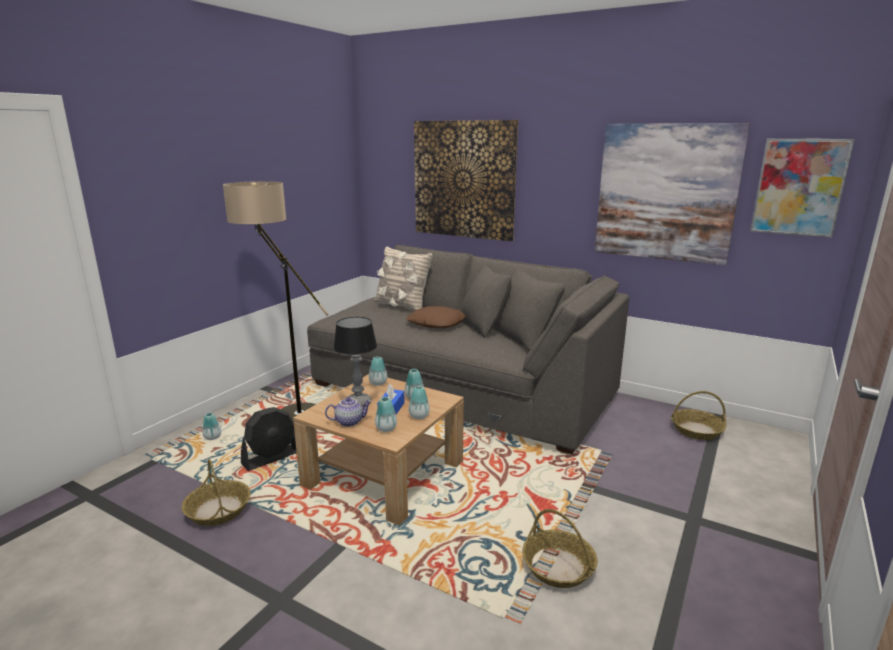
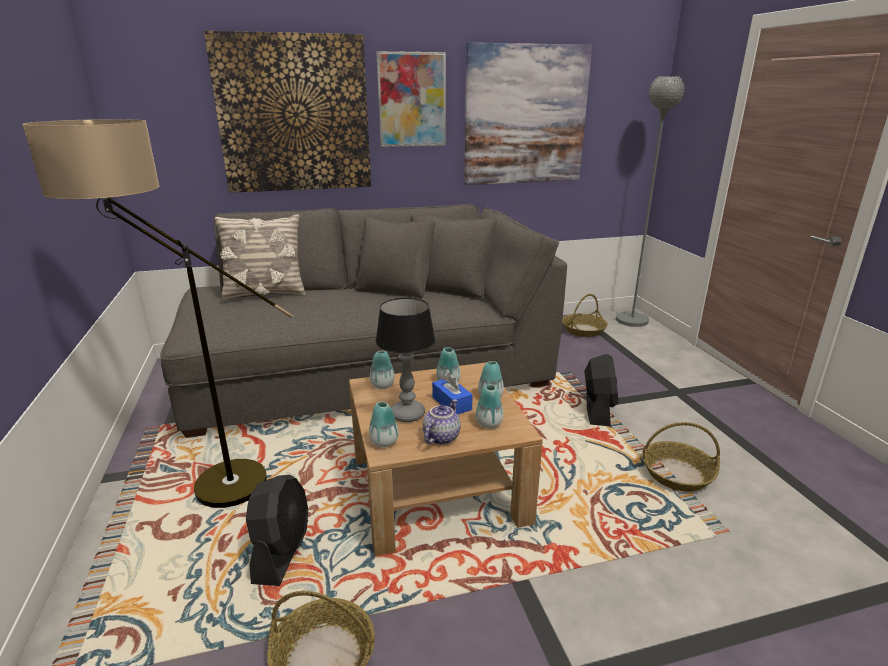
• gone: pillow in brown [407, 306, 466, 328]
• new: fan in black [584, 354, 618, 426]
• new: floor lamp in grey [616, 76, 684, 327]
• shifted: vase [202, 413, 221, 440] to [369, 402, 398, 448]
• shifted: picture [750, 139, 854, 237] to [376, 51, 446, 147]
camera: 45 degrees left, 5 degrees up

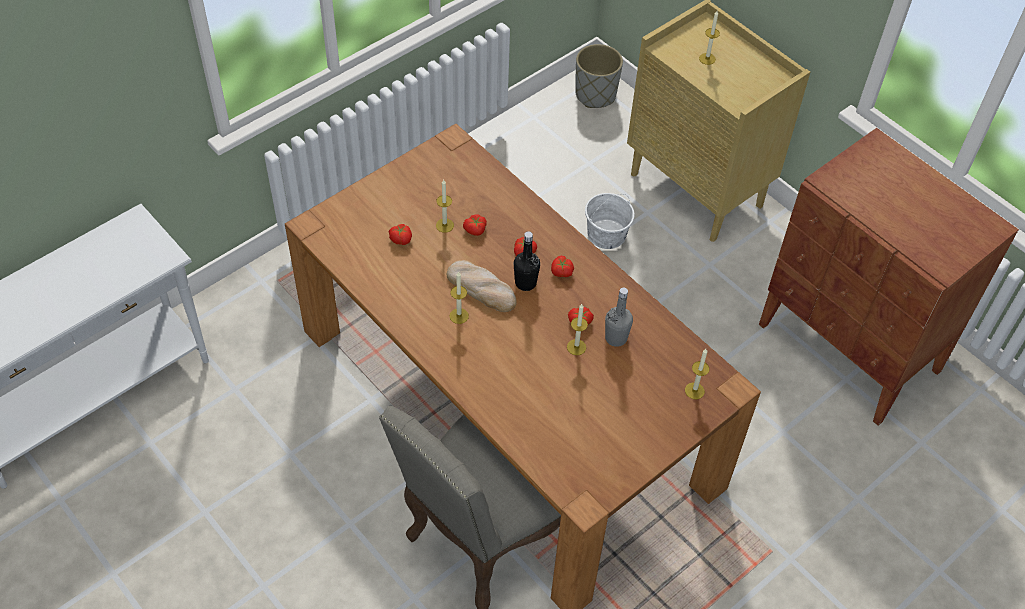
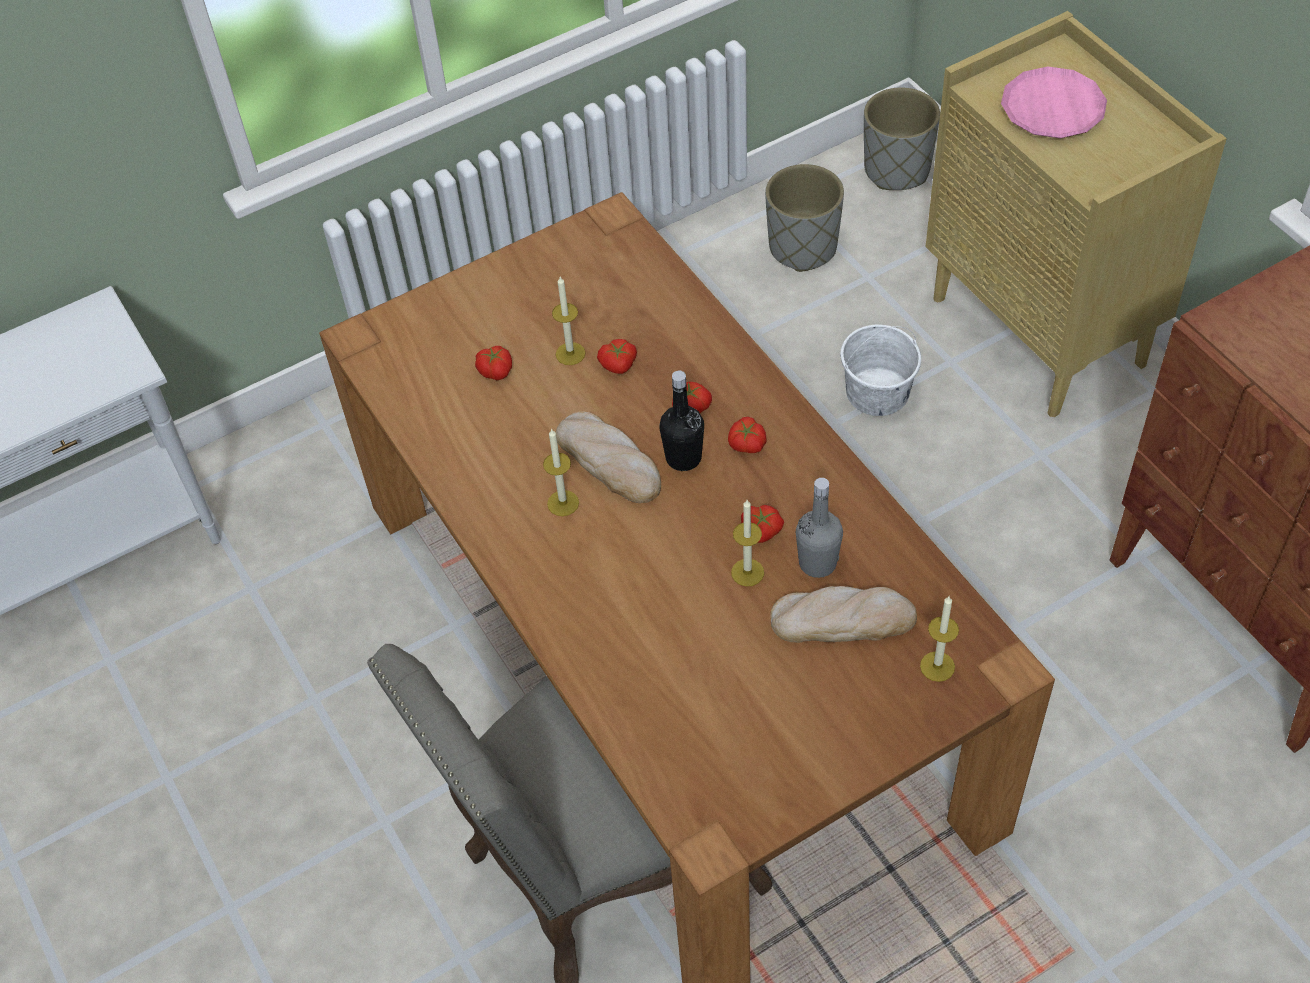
• new: planter in grey [765, 164, 844, 272]
• new: bread [770, 586, 917, 643]
• swapped: candle [699, 11, 720, 65] to plate in pink [1001, 67, 1107, 138]
camera: 15 degrees right, 0 degrees up

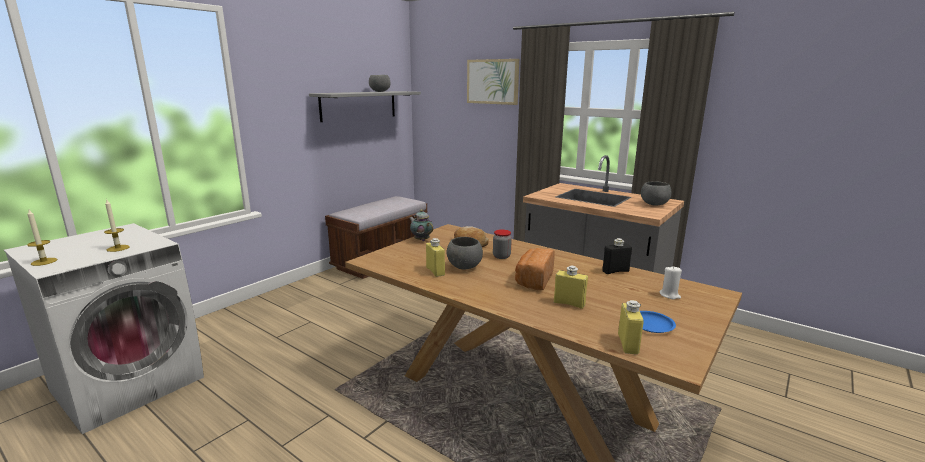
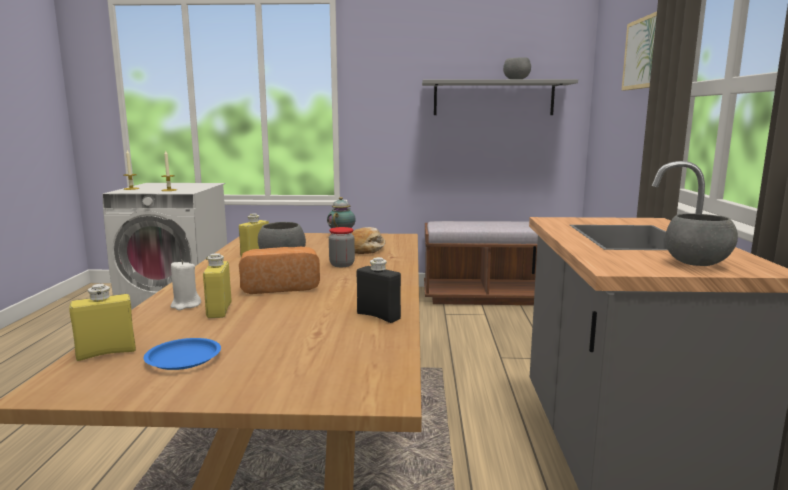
• shifted: candle in white [660, 266, 682, 300] to [170, 260, 201, 310]
camera: 55 degrees right, 5 degrees down

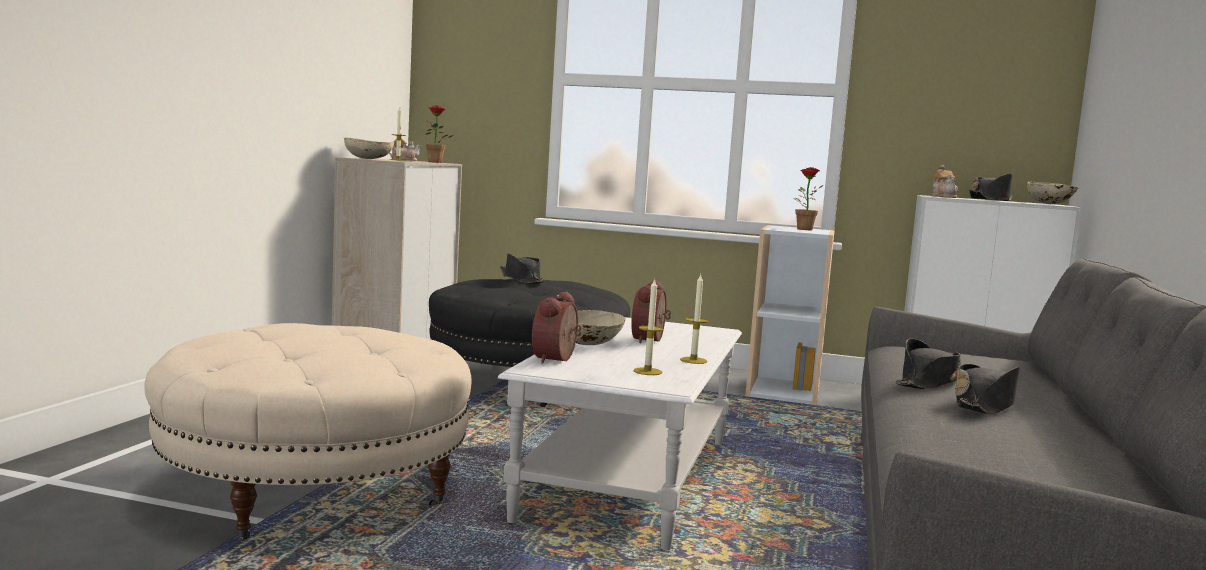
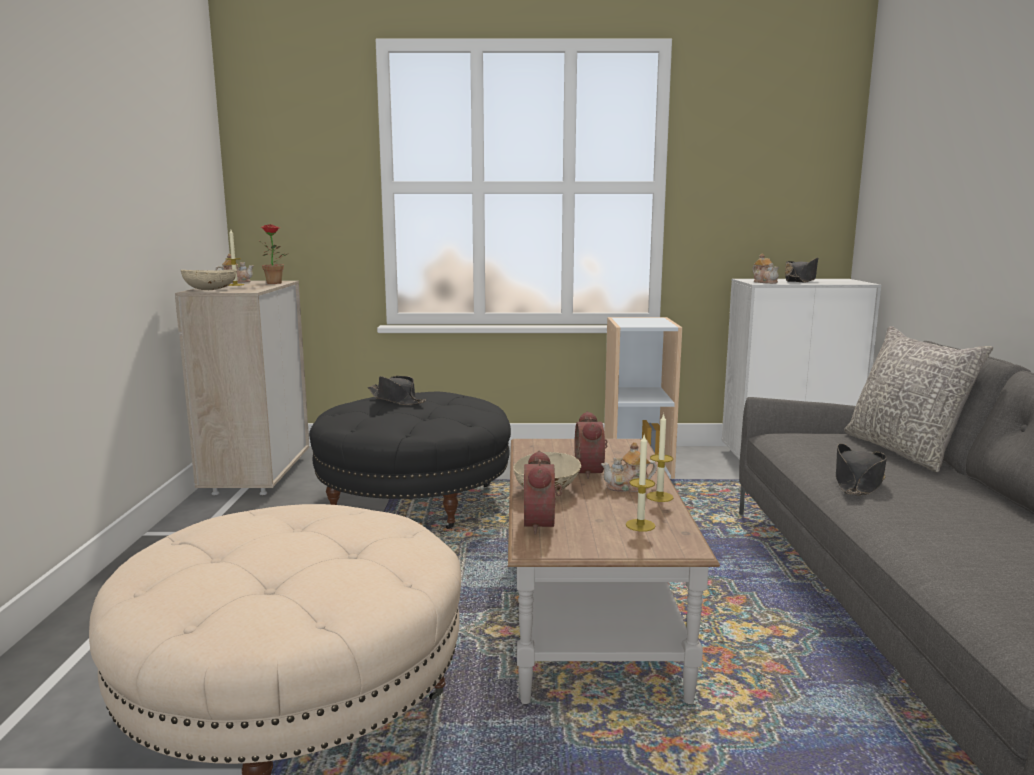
• gone: potted plant [793, 167, 823, 230]
• gone: hat in black [955, 364, 1020, 414]
• gone: bowl in beige [1027, 182, 1079, 204]
• new: teapot [601, 442, 657, 492]
• new: pillow in grey [844, 326, 993, 472]
• repainted: coffee table in white [498, 317, 742, 550] to coffee table in brown [508, 439, 720, 704]
camera: 15 degrees left, 5 degrees up

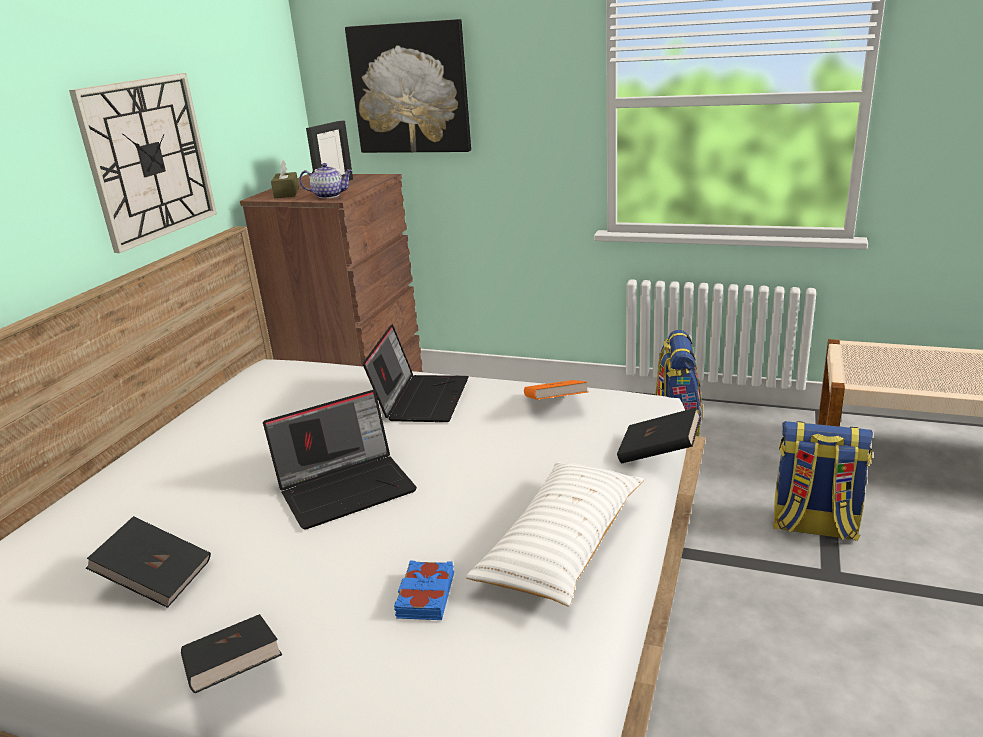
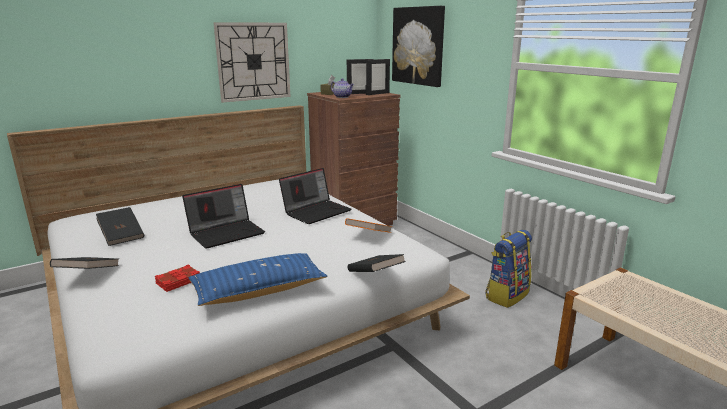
• gone: backpack [773, 421, 873, 541]
• new: picture frame [365, 59, 390, 95]
• repainted: book in blue [394, 561, 454, 620] to book in red [155, 264, 200, 292]
• repainted: pillow in white [466, 462, 645, 607] to pillow in blue [188, 253, 328, 306]
• rotated: laptop [263, 390, 417, 530] = [182, 184, 265, 249] 45 degrees counterclockwise
camera: 35 degrees right, 5 degrees down

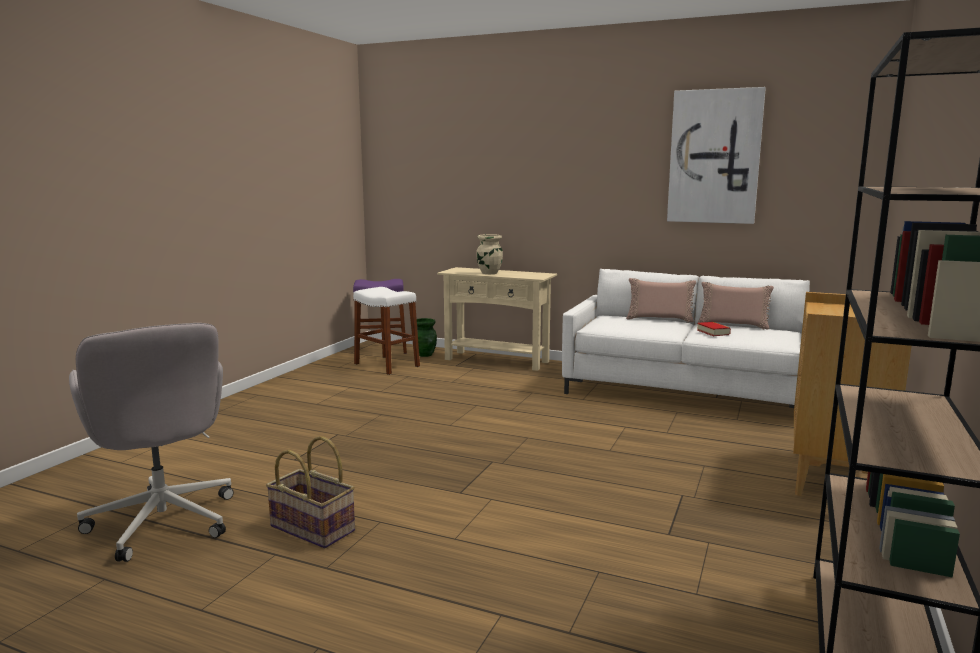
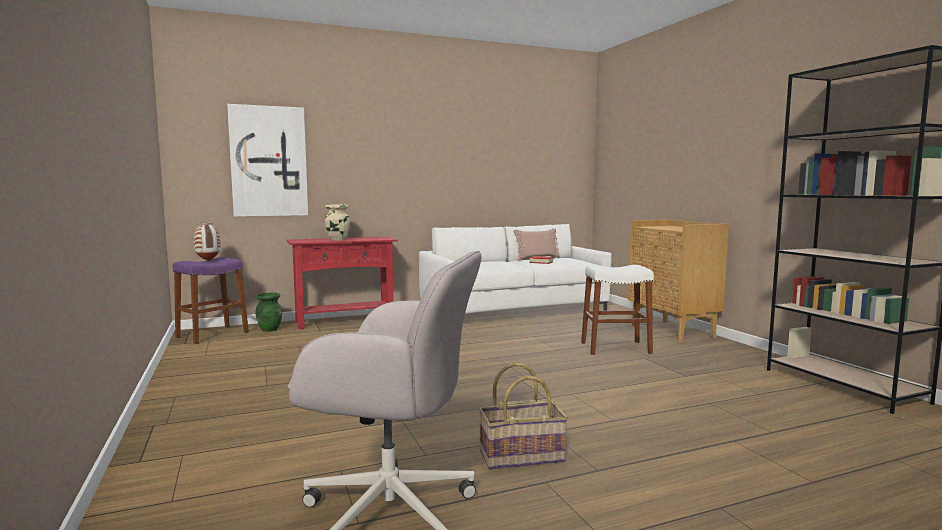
• gone: pillow in beige [626, 278, 696, 323]
• new: vase [193, 222, 221, 261]
• shifted: stool in white [353, 287, 420, 375] to [581, 265, 654, 355]
• shifted: picture [667, 87, 766, 224] to [227, 104, 308, 217]
• repainted: console table in beige [437, 267, 557, 371] to console table in red [287, 237, 398, 329]
camera: 45 degrees left, 5 degrees down

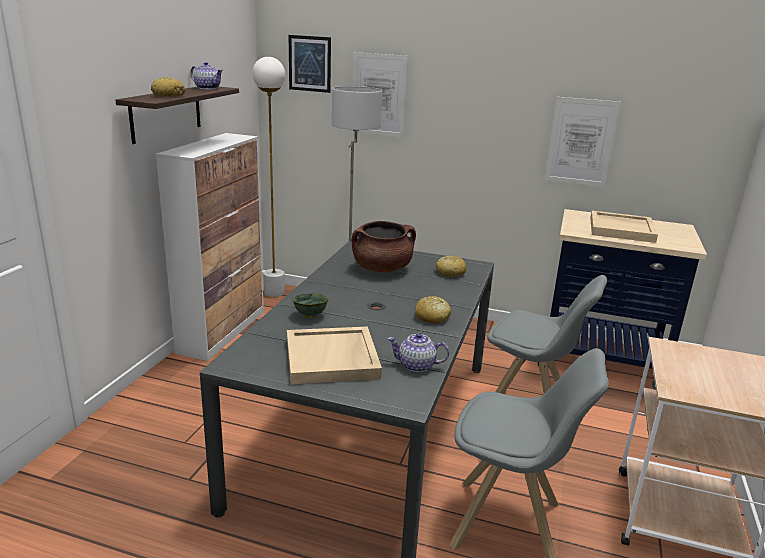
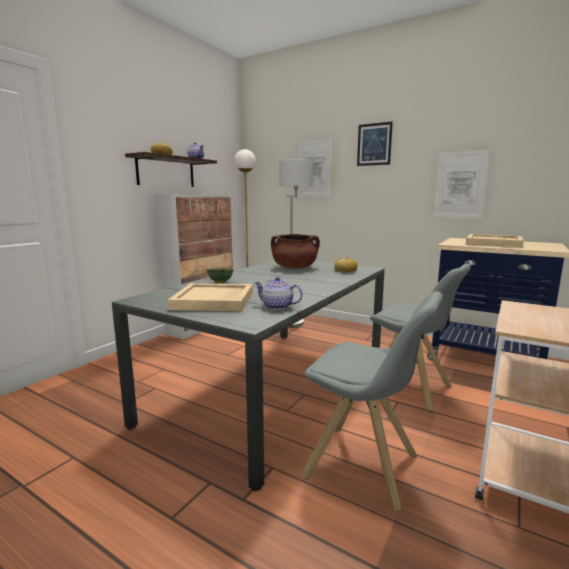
• gone: bread [415, 296, 451, 323]
• shifted: picture [289, 35, 331, 93] to [357, 122, 393, 166]
camera: 15 degrees right, 10 degrees down

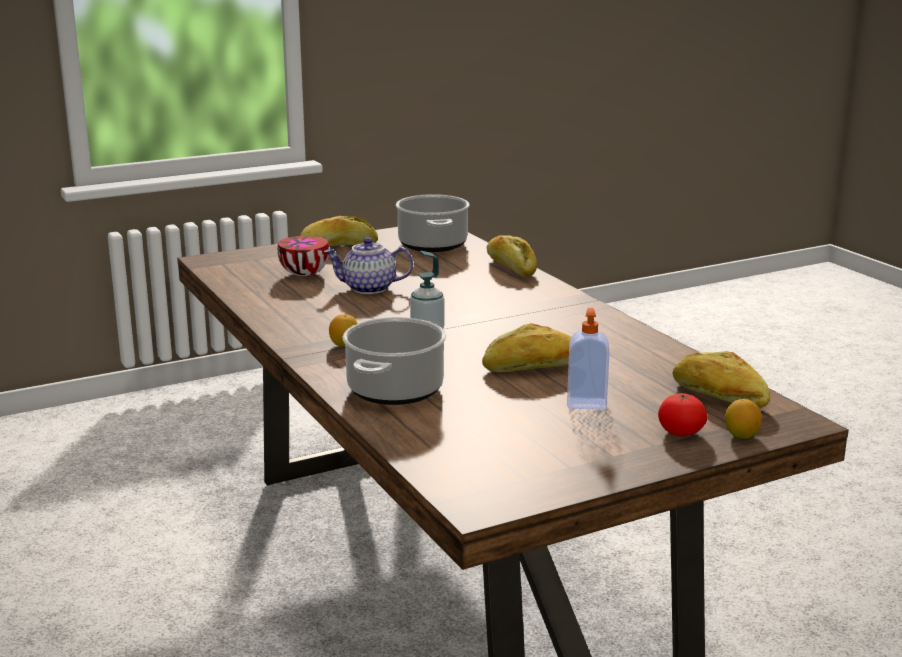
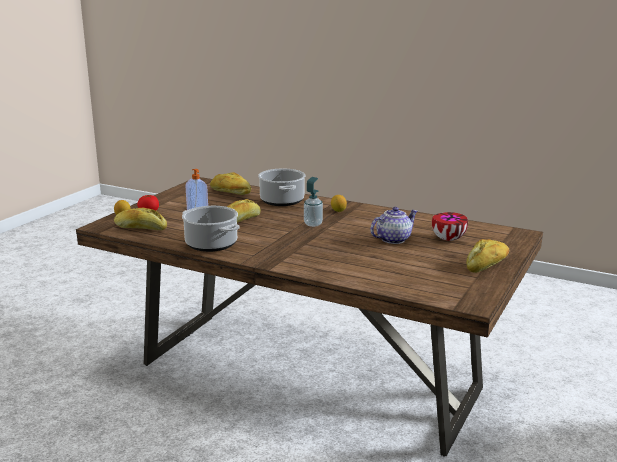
• shifted: cooking pot [396, 194, 470, 252] to [182, 206, 240, 252]
• shifted: bread [487, 235, 537, 277] to [210, 172, 251, 195]
camera: 145 degrees right, 0 degrees up

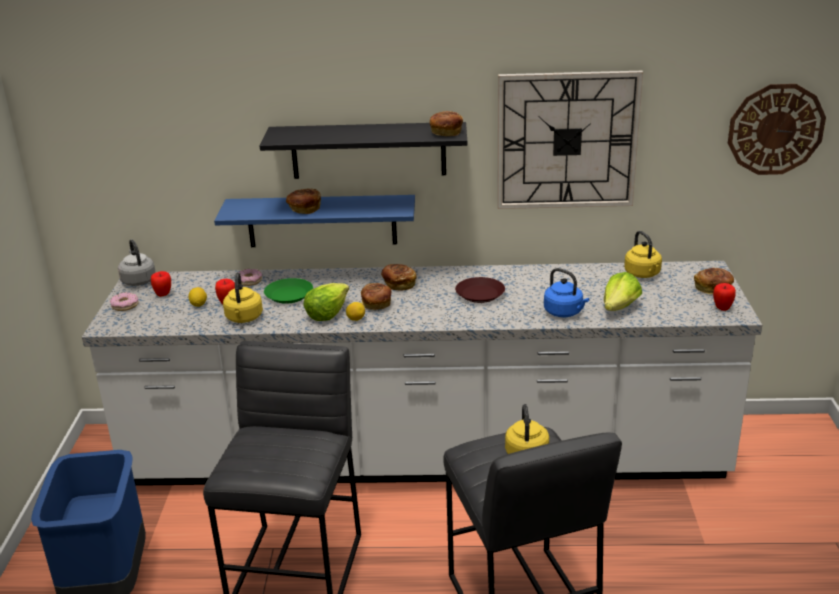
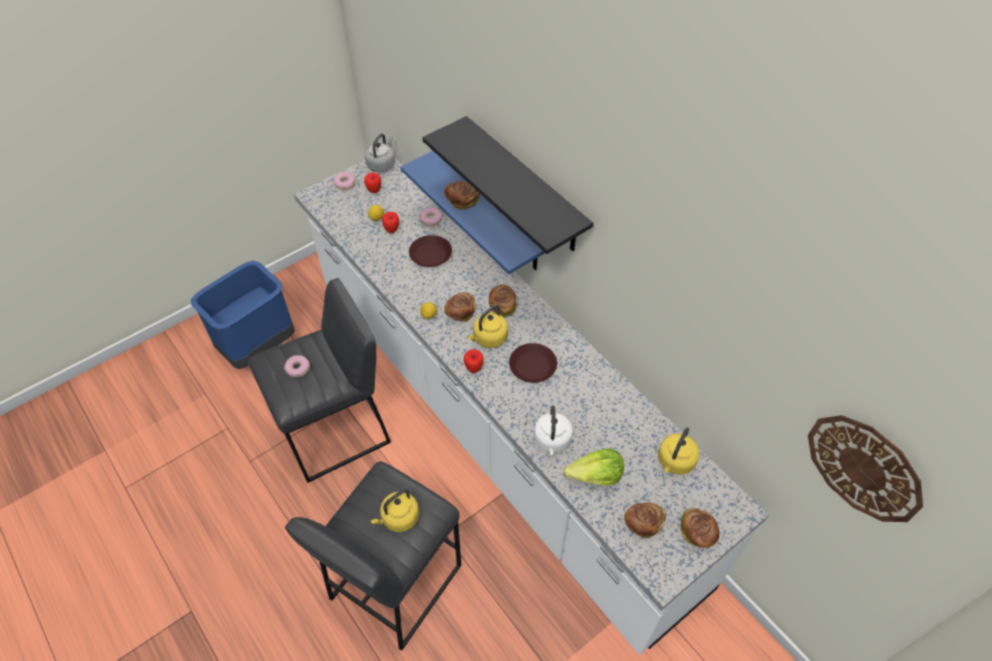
• gone: lettuce [303, 283, 349, 321]
• gone: wall clock [497, 71, 643, 209]
• new: donut [284, 355, 310, 378]
• shifted: kettle in yellow [223, 272, 263, 323] to [467, 305, 508, 348]
• shifted: bread [430, 111, 463, 136] to [624, 502, 666, 539]
• shifted: apple [713, 283, 736, 311] to [464, 349, 484, 373]
• repainted: plate in green [264, 278, 313, 304] to plate in brown [409, 235, 452, 267]
• repainted: kettle in blue [544, 268, 589, 317] to kettle in white [534, 406, 573, 455]
camera: 50 degrees right, 25 degrees up

